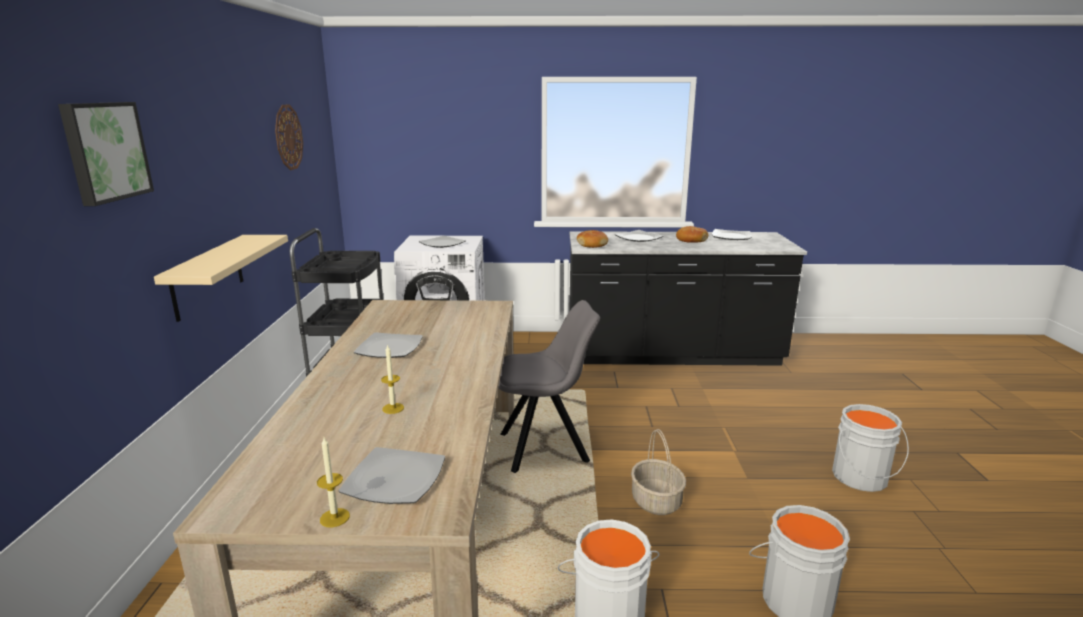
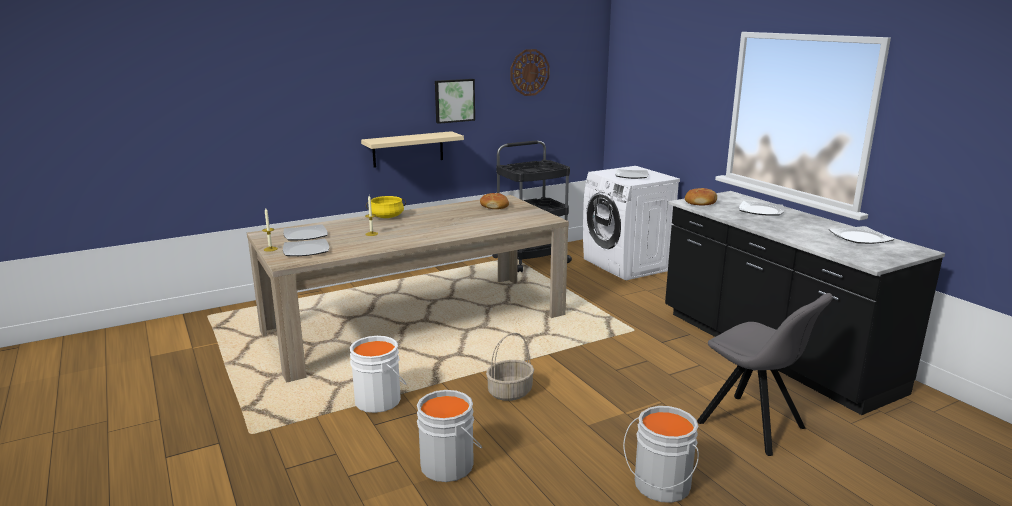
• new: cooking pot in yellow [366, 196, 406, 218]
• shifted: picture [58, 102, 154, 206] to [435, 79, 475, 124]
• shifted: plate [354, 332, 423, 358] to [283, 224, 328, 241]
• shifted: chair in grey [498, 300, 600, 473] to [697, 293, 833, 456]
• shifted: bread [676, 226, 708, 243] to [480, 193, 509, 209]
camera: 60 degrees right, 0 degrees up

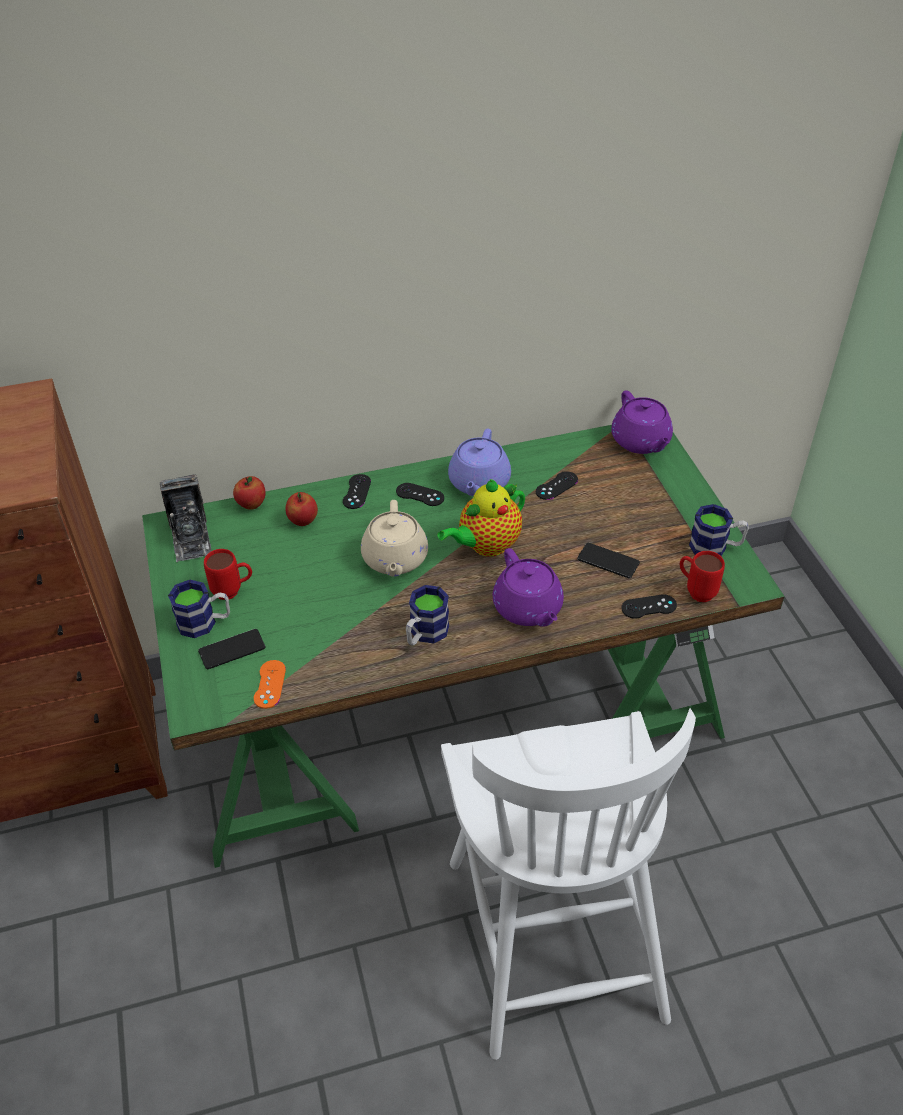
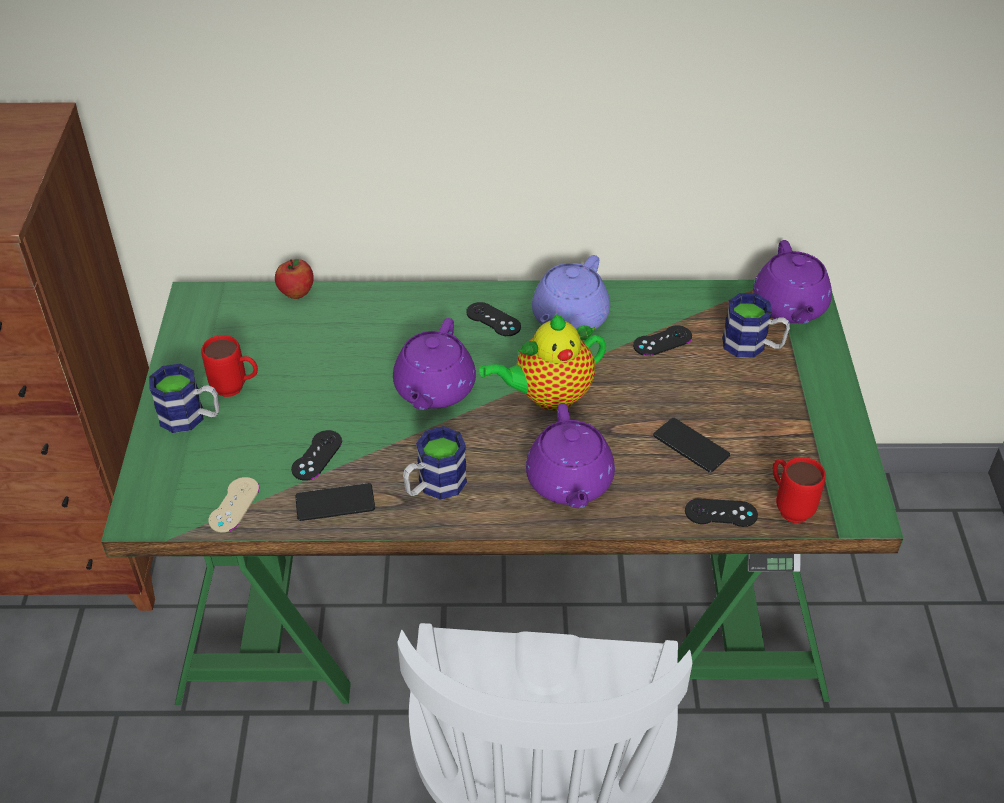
• gone: photo camera [160, 474, 211, 562]
• gone: apple [286, 492, 318, 526]
• shifted: phone [198, 629, 266, 669] to [295, 483, 375, 521]
• shifted: game controller in black [343, 474, 371, 509] to [291, 430, 342, 481]
• shifted: mug [689, 504, 749, 556] to [722, 293, 790, 358]
• repainted: game controller in orange [254, 660, 286, 709] to game controller in beige [208, 477, 259, 532]
• repainted: teapot in beige [361, 500, 428, 577] to teapot in purple [393, 318, 476, 410]
camera: 15 degrees right, 0 degrees up

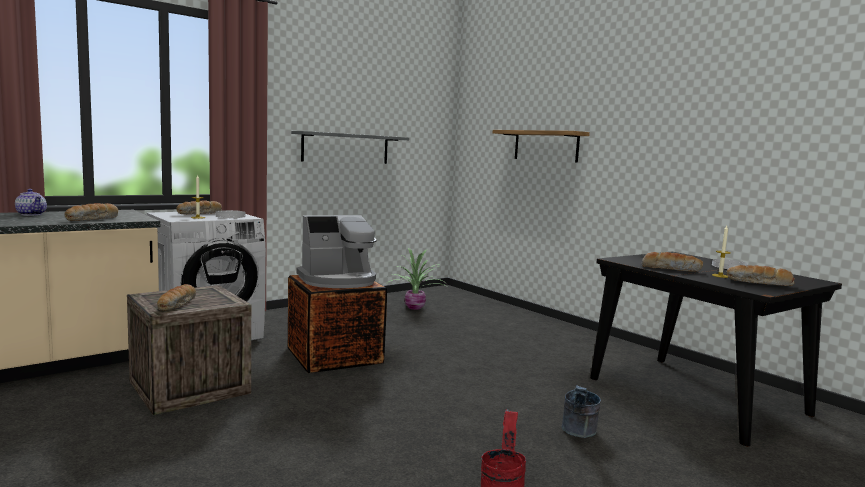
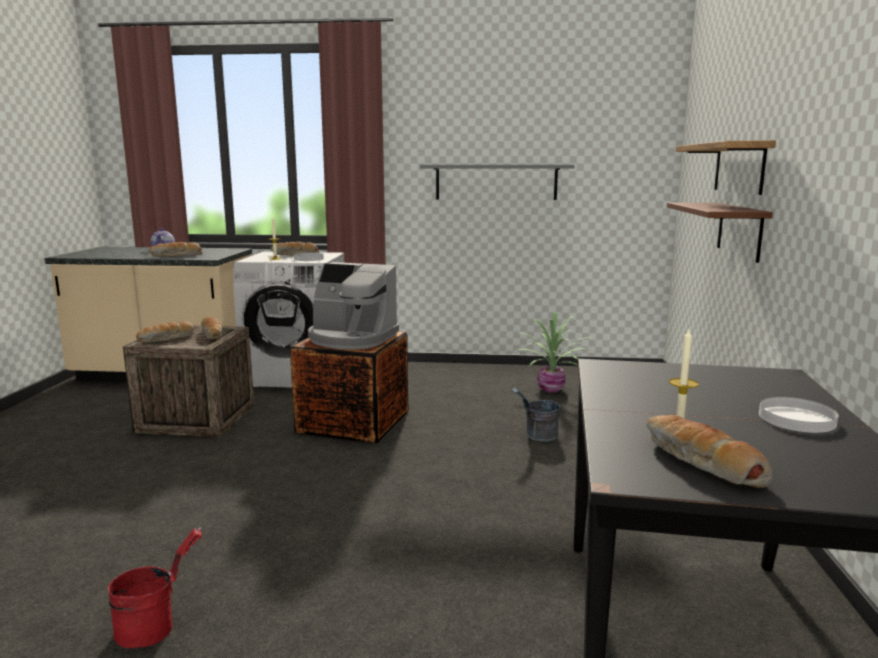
• new: shelf in brown [667, 202, 773, 263]
• shifted: bucket in grey [562, 385, 601, 438] to [511, 388, 560, 442]
• shifted: bread [642, 252, 703, 271] to [201, 316, 222, 339]
camera: 45 degrees right, 5 degrees up

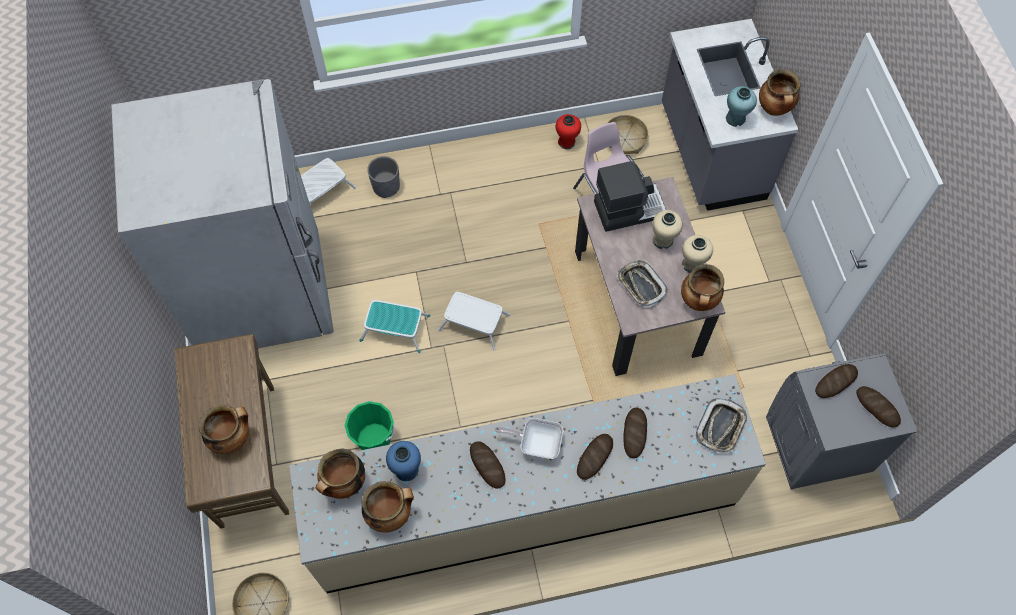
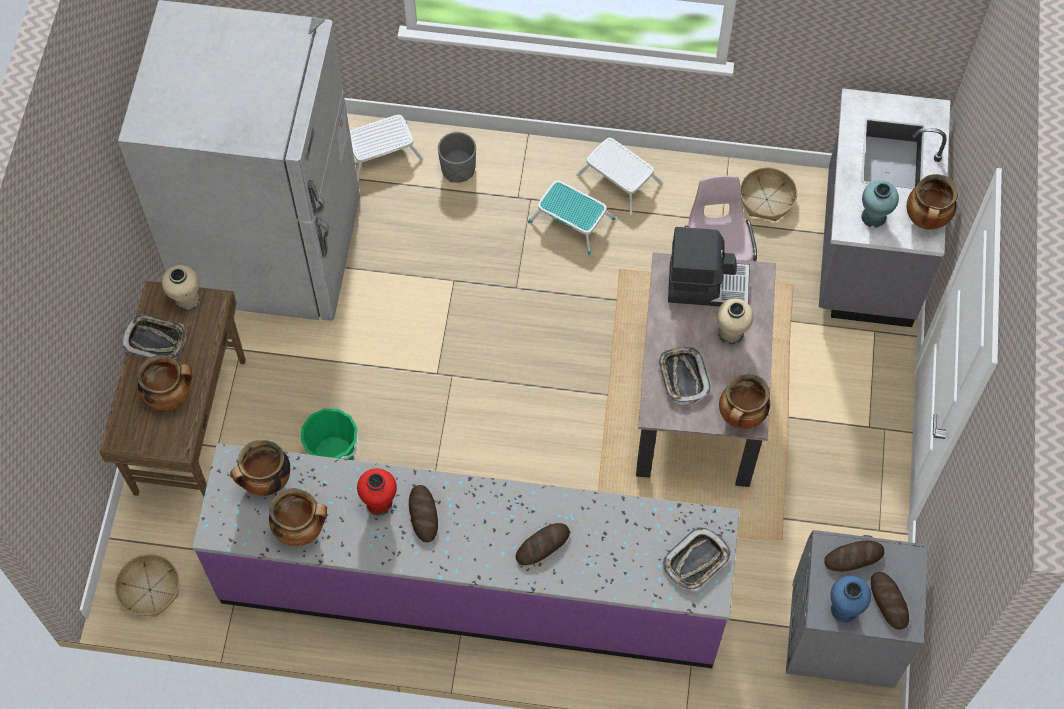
• gone: frying pan [495, 418, 563, 459]
• gone: bread [623, 408, 647, 458]
• new: tray [122, 314, 186, 359]
• shifted: step ladder in turquoise [359, 300, 430, 353] to [528, 180, 616, 255]
• shifted: vase in blue [386, 441, 421, 482] to [831, 575, 871, 623]
• shifted: step ladder in white [437, 292, 510, 351] to [576, 138, 663, 215]
• shifted: vase in red [556, 114, 581, 149] to [357, 468, 397, 516]
• shifted: vase in beige [682, 235, 713, 273] to [162, 265, 200, 311]
• repainted: counter in beige [289, 374, 766, 593] to counter in purple [192, 443, 740, 668]
camera: 20 degrees right, 0 degrees up

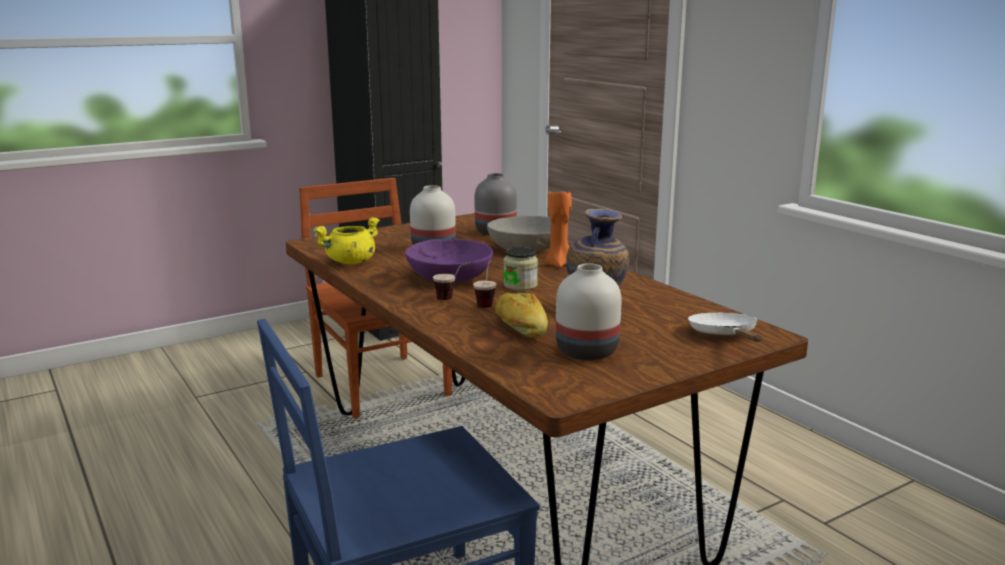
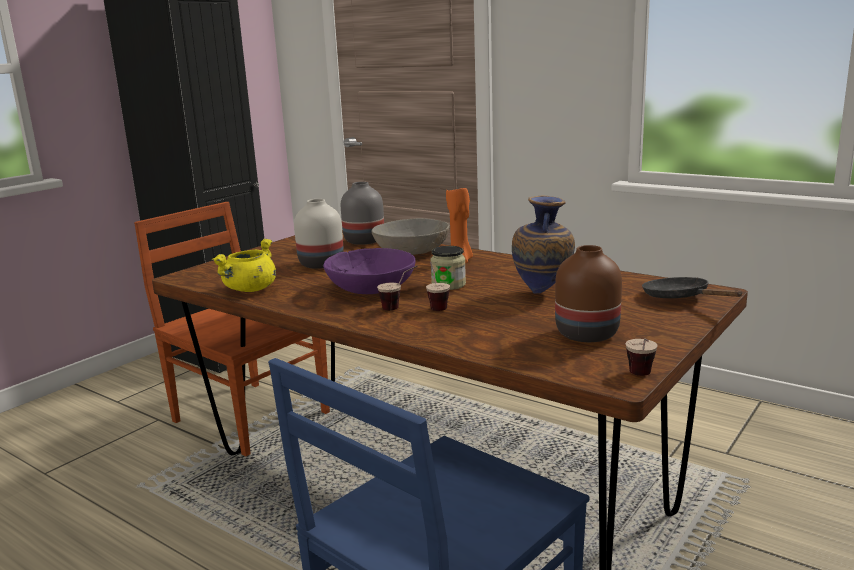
• gone: bread [495, 292, 548, 338]
• new: cup [626, 338, 657, 376]
• repainted: vase in white [556, 263, 621, 360] to vase in brown [555, 245, 622, 342]
• repainted: frying pan in white [688, 312, 762, 342] to frying pan in black [642, 277, 743, 298]
camera: 20 degrees left, 0 degrees up

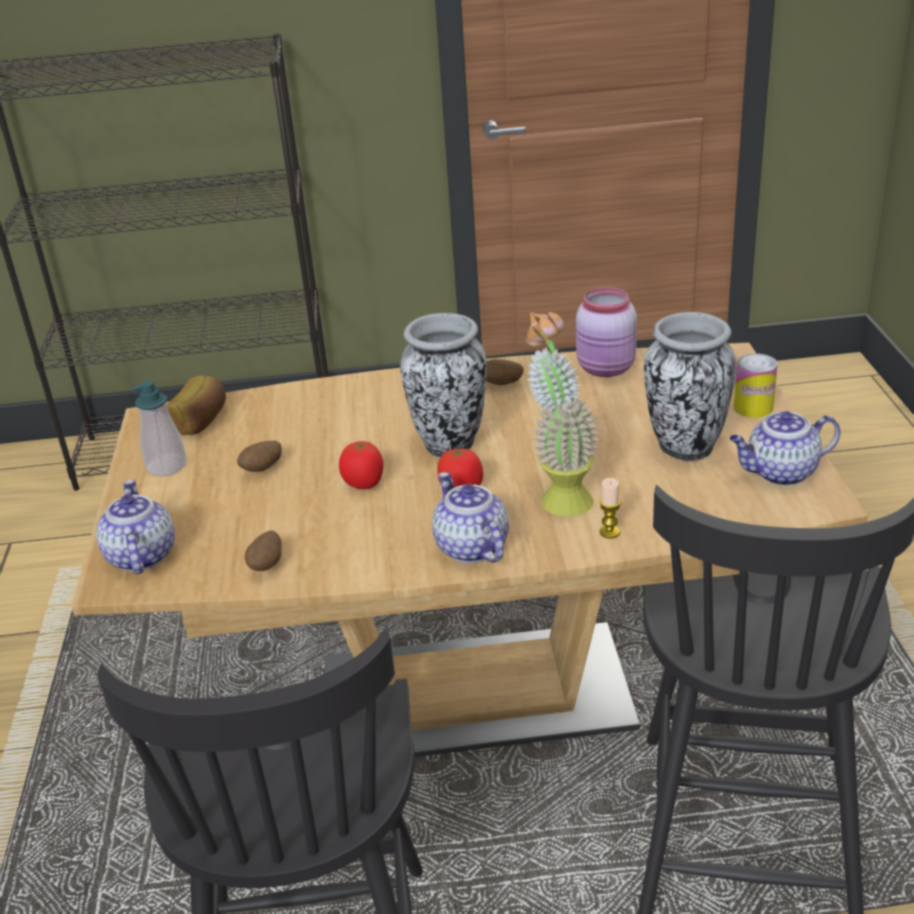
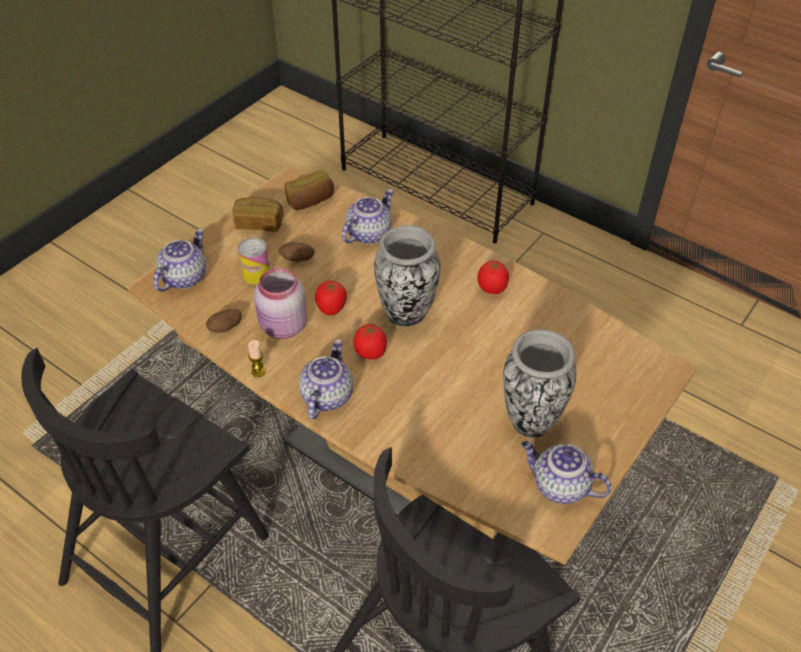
• gone: potted plant [524, 312, 600, 516]
• new: teapot [342, 189, 394, 244]
• shifted: jar in pink [576, 287, 637, 377] to [254, 268, 307, 339]
• shifted: candle [599, 478, 621, 539] to [248, 340, 266, 377]
• shifted: can [734, 353, 778, 418] to [238, 238, 270, 285]
• swapped: soap dispenser [130, 380, 187, 476] to bread [233, 197, 284, 232]
• swapped: potato [486, 359, 523, 386] to tomato [477, 260, 509, 294]
camera: 40 degrees right, 15 degrees up

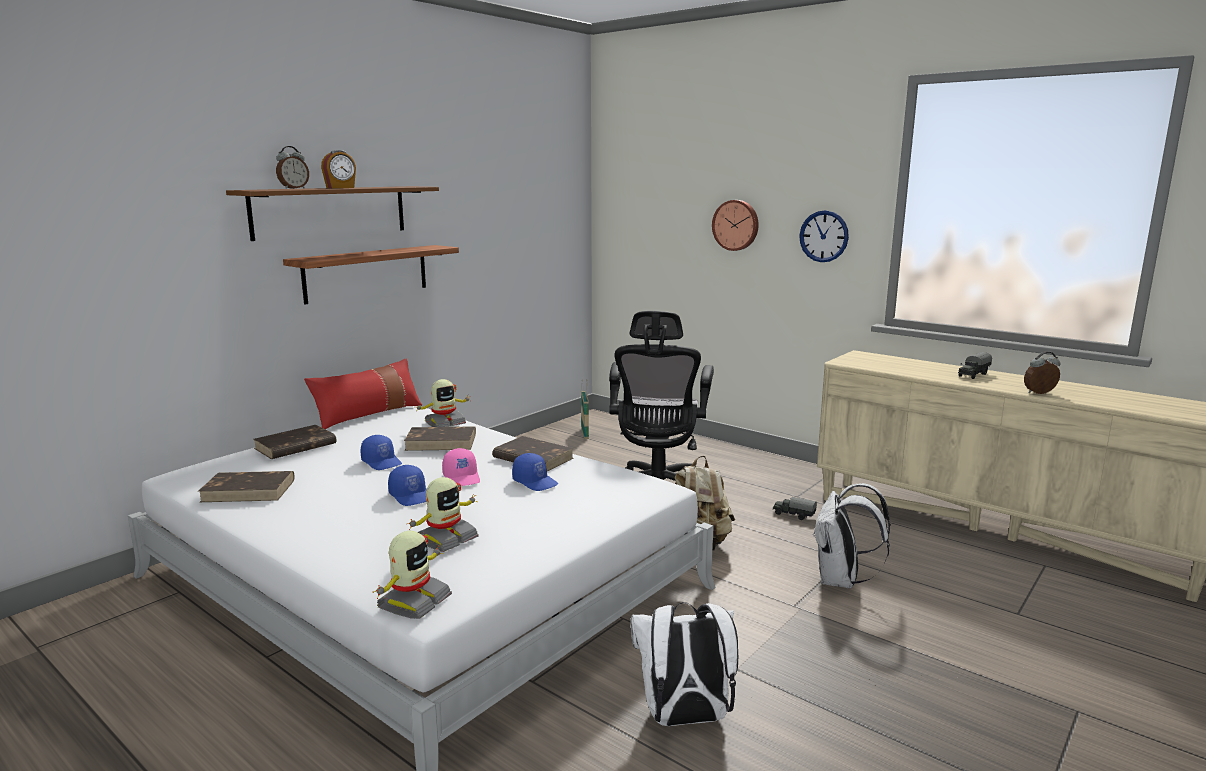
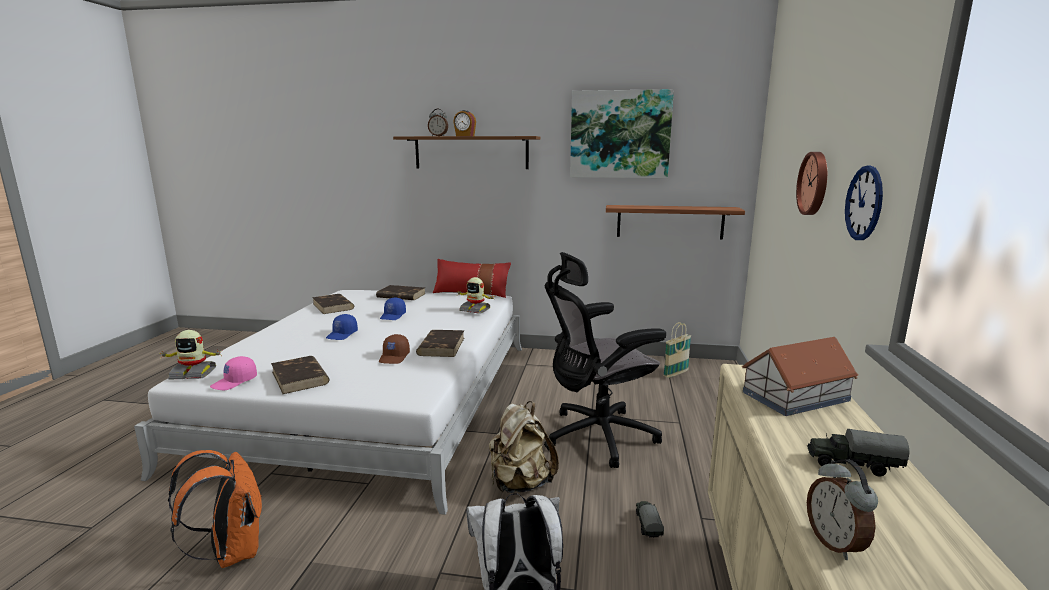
• gone: toy robot [407, 477, 479, 552]
• new: picture [570, 89, 674, 178]
• new: toy house [742, 337, 858, 416]
• shifted: shelf [283, 245, 459, 304] to [606, 205, 745, 239]
• shifted: book in brown [404, 426, 476, 451] to [271, 356, 330, 394]
• shifted: cap in pink [442, 448, 480, 486] to [210, 356, 257, 390]
• repainted: cap in blue [512, 453, 558, 491] to cap in brown [379, 334, 410, 364]
• repainted: backpack in white [630, 602, 738, 726] to backpack in orange [168, 450, 262, 568]
• rotated: alarm clock [1024, 351, 1061, 394] = [807, 459, 878, 560] 150 degrees counterclockwise
camera: 60 degrees right, 0 degrees up

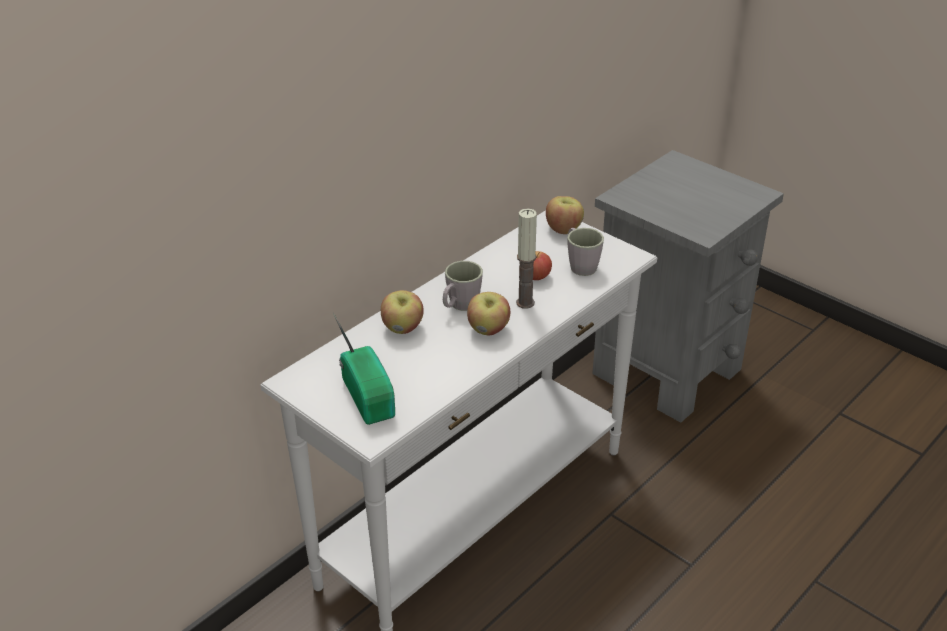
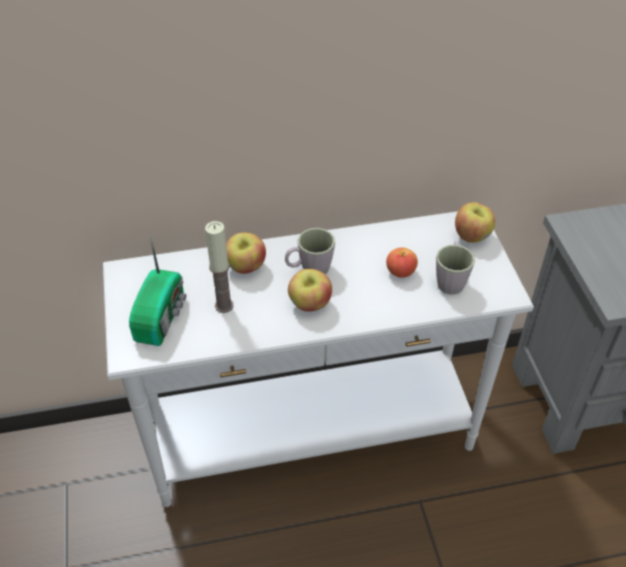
• shifted: candle [516, 209, 537, 309] to [205, 221, 234, 313]
camera: 35 degrees right, 10 degrees up

